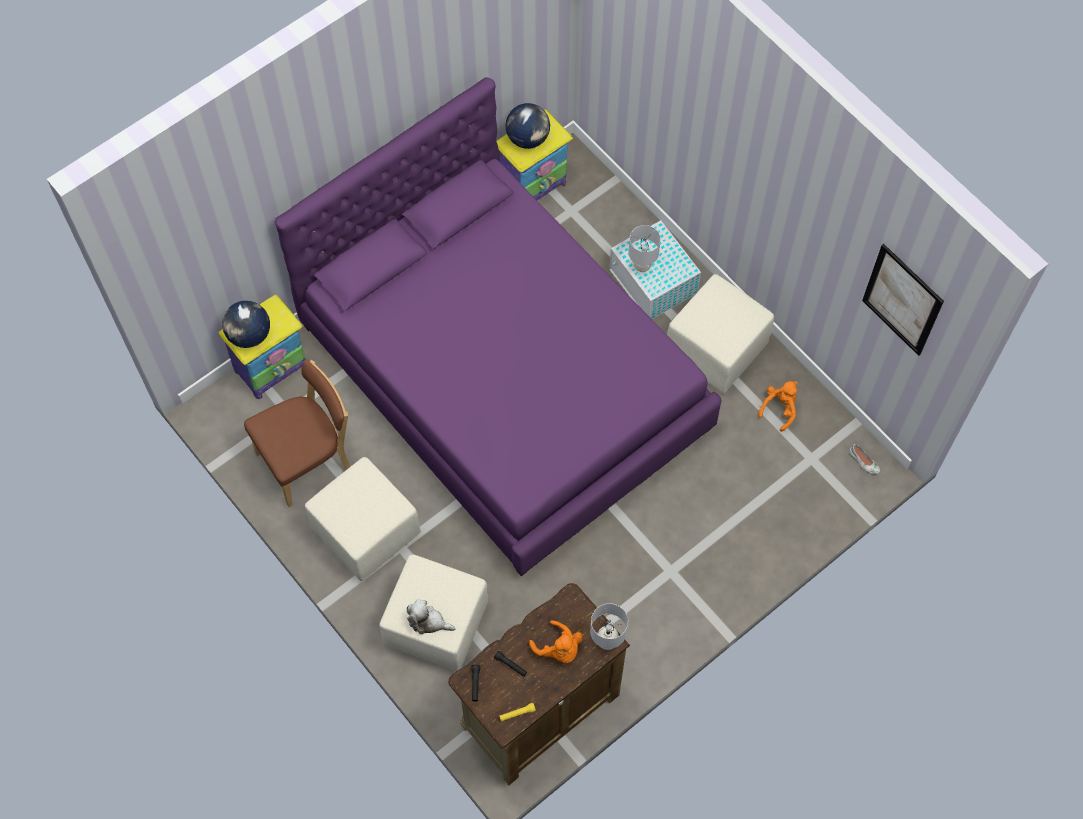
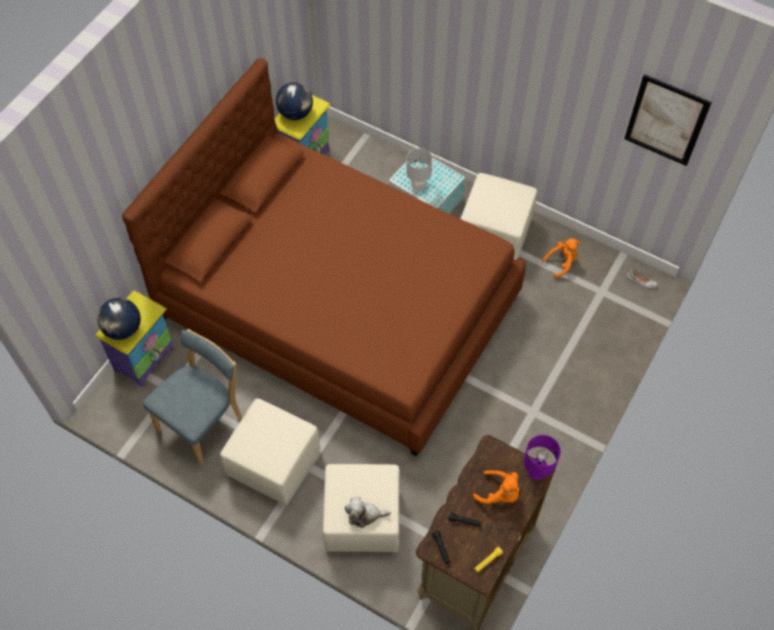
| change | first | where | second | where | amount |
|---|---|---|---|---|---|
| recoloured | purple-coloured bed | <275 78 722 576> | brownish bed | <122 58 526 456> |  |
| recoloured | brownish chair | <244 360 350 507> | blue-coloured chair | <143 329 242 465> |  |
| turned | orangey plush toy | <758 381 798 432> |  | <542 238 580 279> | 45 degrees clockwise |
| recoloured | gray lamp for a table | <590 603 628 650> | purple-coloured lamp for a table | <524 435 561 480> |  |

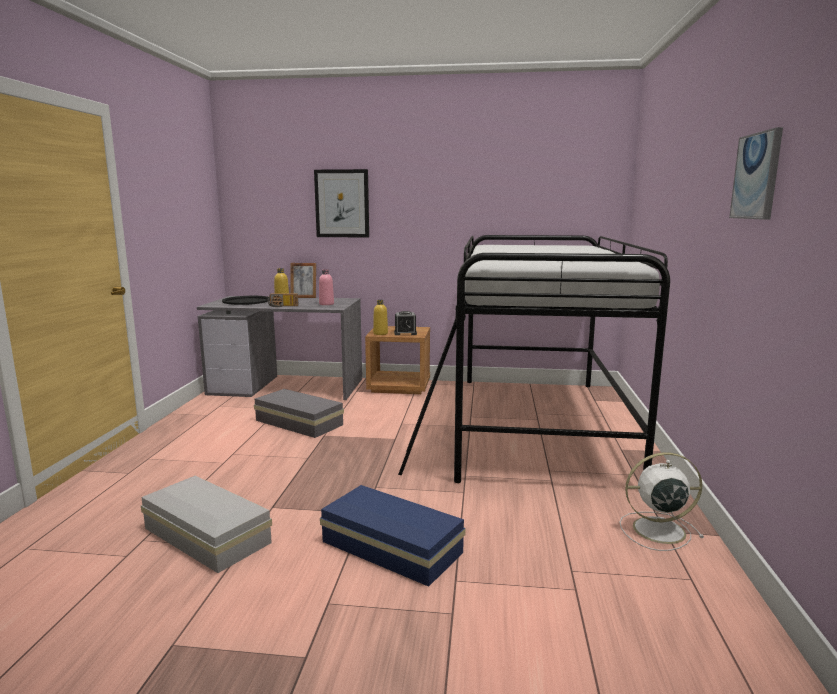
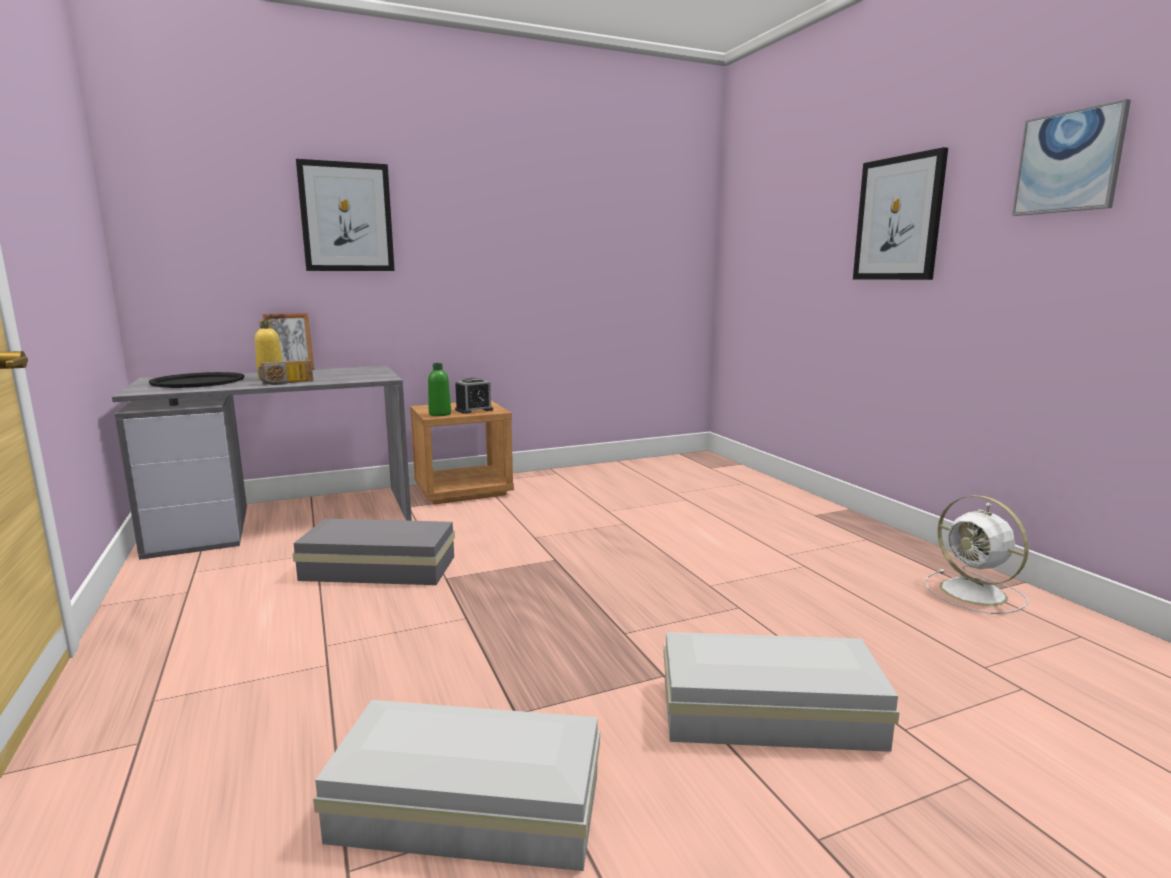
| change | first | where | second | where | amount |
|---|---|---|---|---|---|
| removed | black bed | <398 235 670 483> |  |  |  |
| removed | pink drink bottle | <319 269 334 305> |  |  |  |
| recoloured | yellowish drink bottle | <373 300 388 335> | greenish drink bottle | <428 363 451 416> |  |
| turned | white electric fan | <620 452 704 551> |  | <924 495 1029 614> | 90 degrees counterclockwise |
| recoloured | blue-coloured storage container | <320 485 466 587> | white storage container | <664 632 900 752> |  |
| added |  |  | picture | <853 147 948 280> |  |

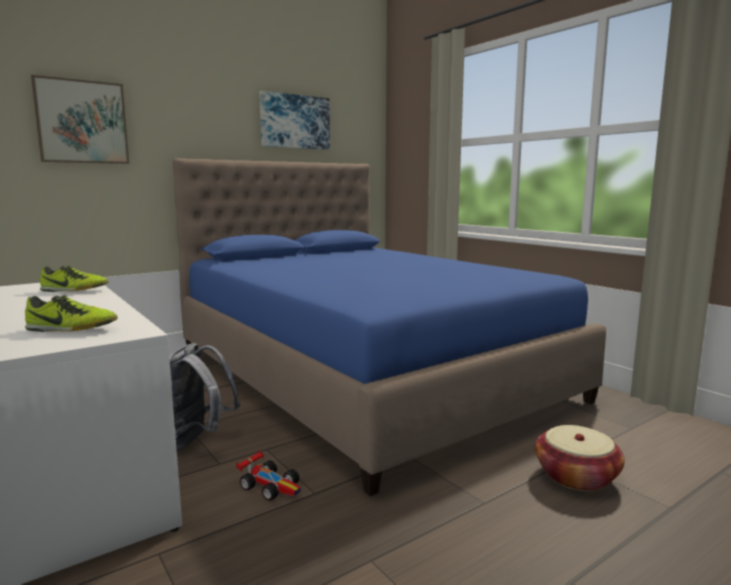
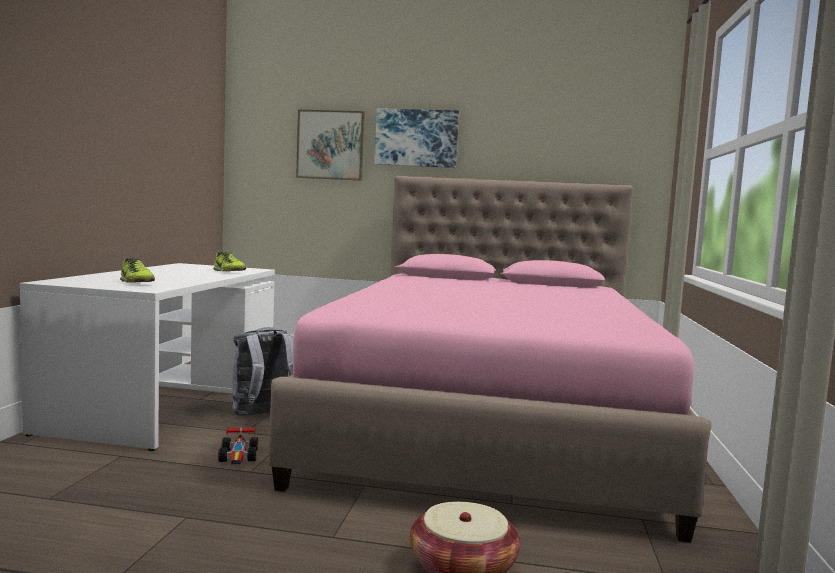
| change | first | where | second | where | amount |
|---|---|---|---|---|---|
| moved | picture | <259 91 330 149> |  | <374 108 459 168> |  |
| recoloured | blue-coloured bed | <172 158 606 496> | pink bed | <269 176 712 543> |  |

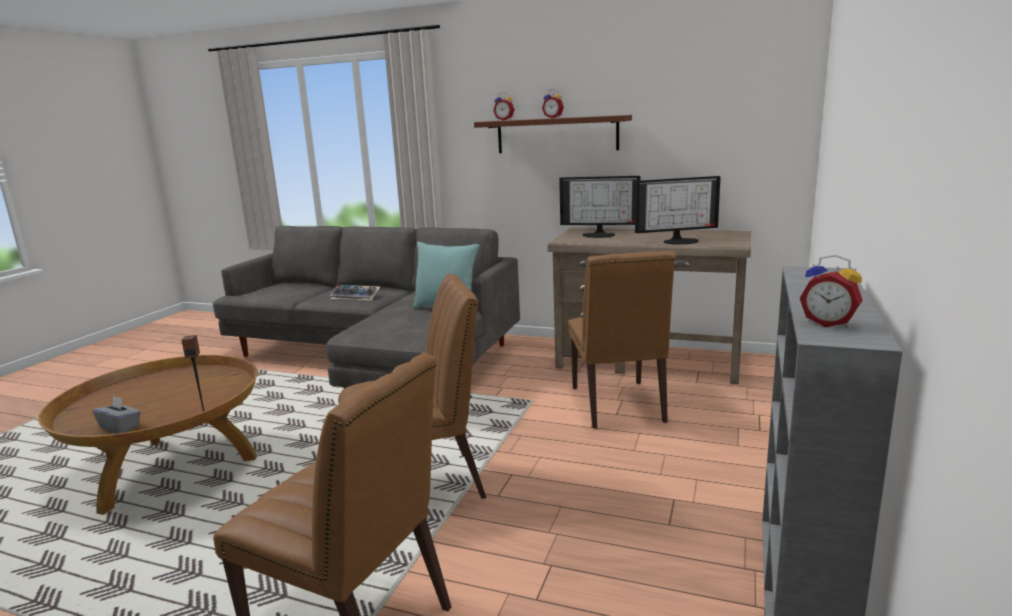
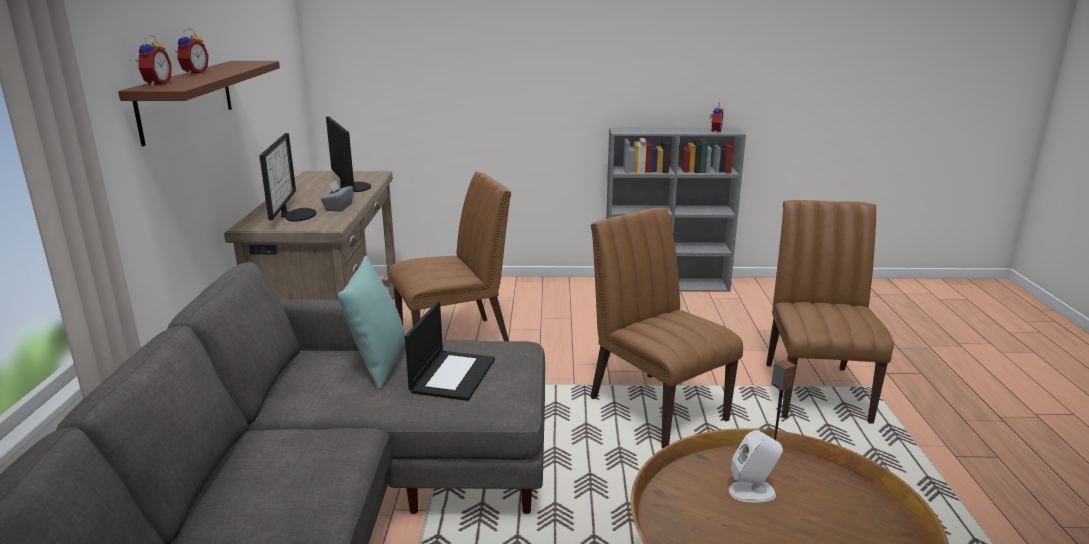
| change | first | where | second | where | amount |
|---|---|---|---|---|---|
| removed | computer keyboard | <330 285 380 300> |  |  |  |
| moved | gray box of tissues | <92 396 141 434> |  | <321 181 353 212> |  |
| added |  |  | portable computer | <405 301 495 401> |  |
| added |  |  | white audio speaker | <729 430 783 503> |  |

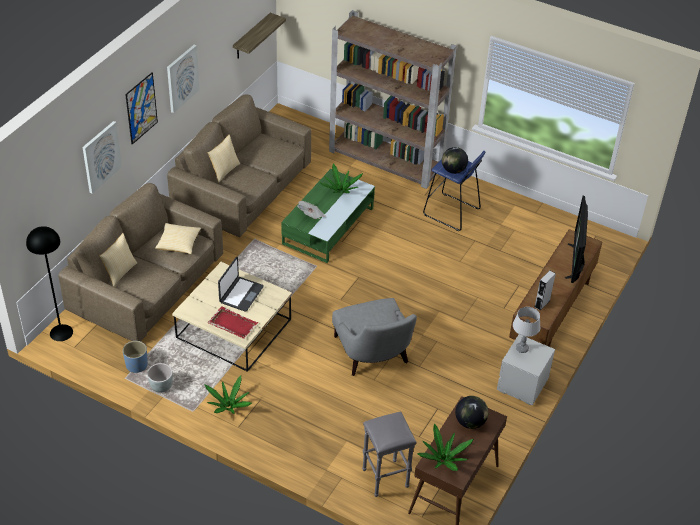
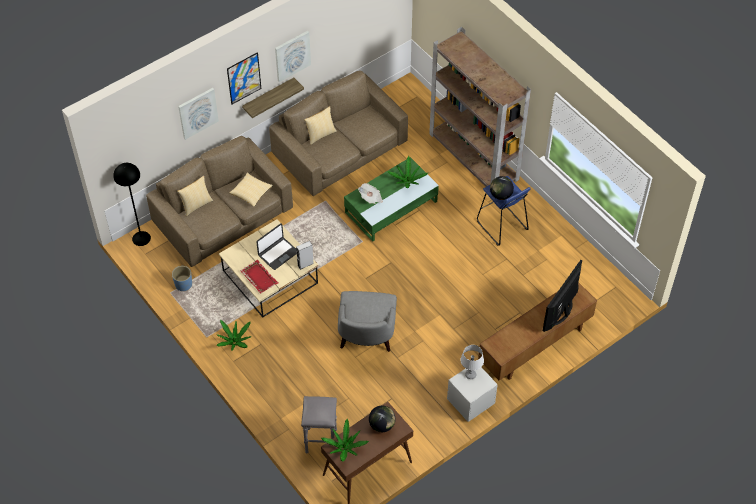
| change | first | where | second | where | amount |
|---|---|---|---|---|---|
| moved | bracket shelf | <233 13 286 58> |  | <242 78 304 118> |  |
| moved | gray audio speaker | <535 270 556 311> |  | <296 241 314 270> |  |
| removed | gray plant pot | <147 363 173 393> |  |  |  |

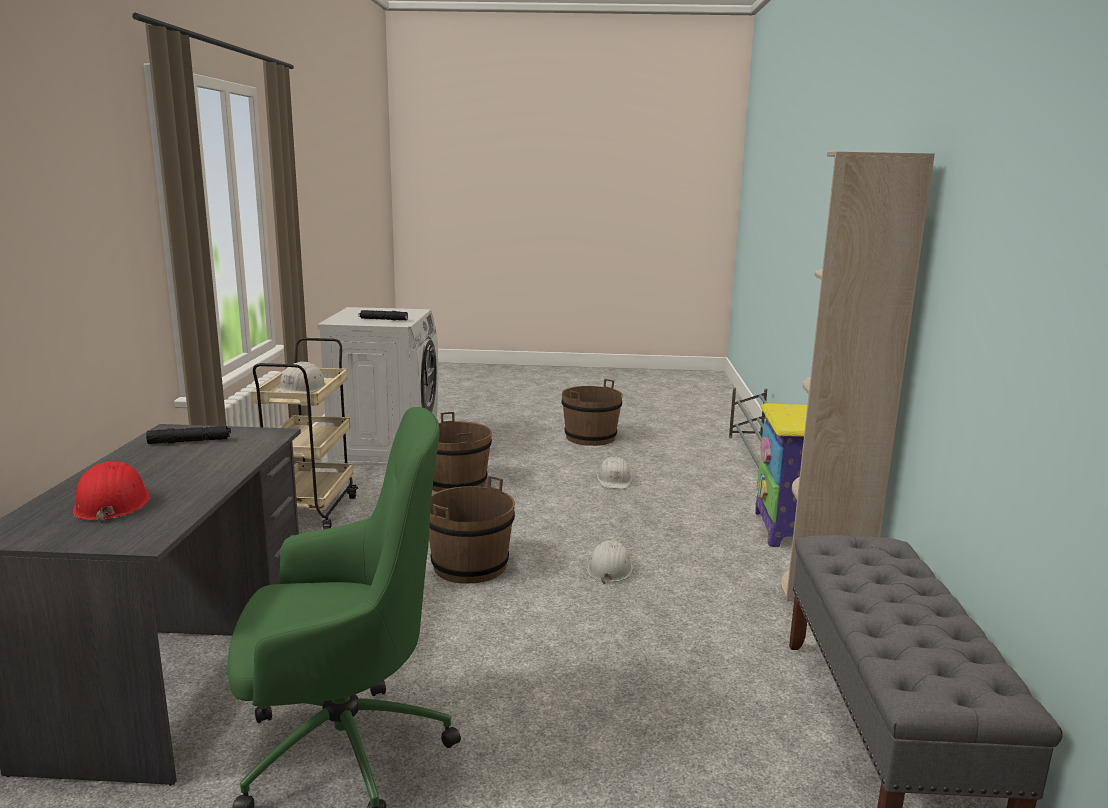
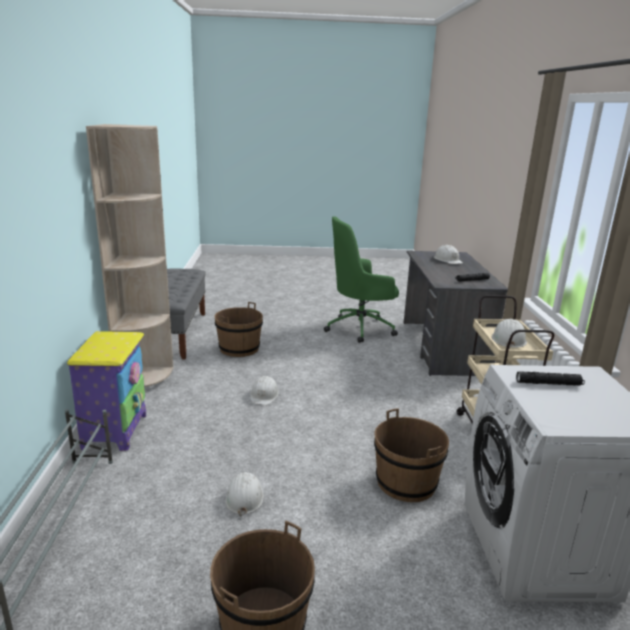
| change | first | where | second | where | amount |
|---|---|---|---|---|---|
| recoloured | red safety helmet | <73 461 150 523> | white safety helmet | <434 245 463 264> |  |
| moved | brownish pail | <429 476 515 583> |  | <214 302 263 357> |  |

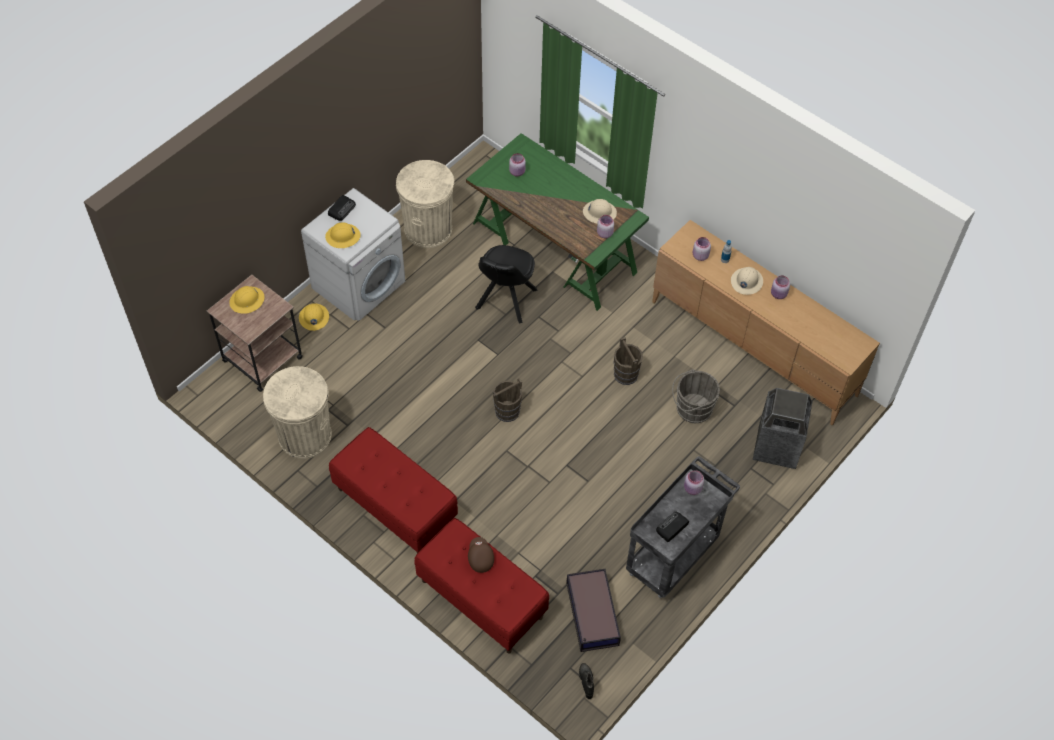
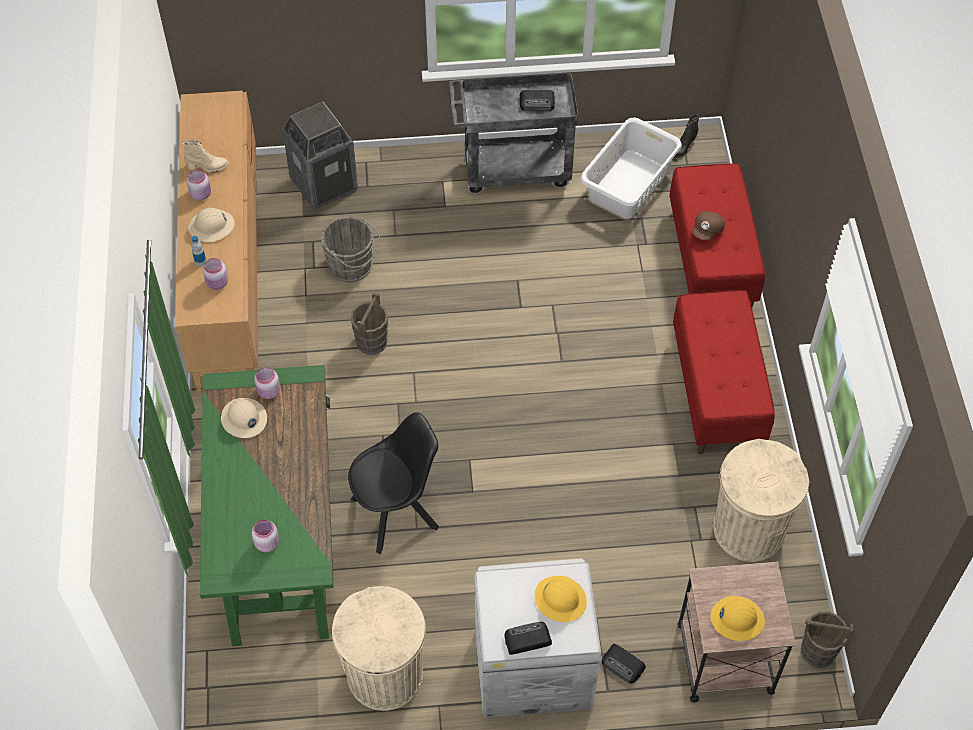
| change | first | where | second | where | amount |
|---|---|---|---|---|---|
| replaced | yellowish safety helmet | <299 304 329 331> | radio set | <602 644 646 684> |  |
| moved | brownish pail | <493 378 522 422> |  | <801 611 854 668> |  |
| removed | pink preserve jar | <684 470 704 495> |  |  |  |
| replaced | storage container | <566 569 621 652> | white hamper | <580 118 682 218> |  |
| added |  |  | sand-coloured tall boot | <182 140 229 173> |  |

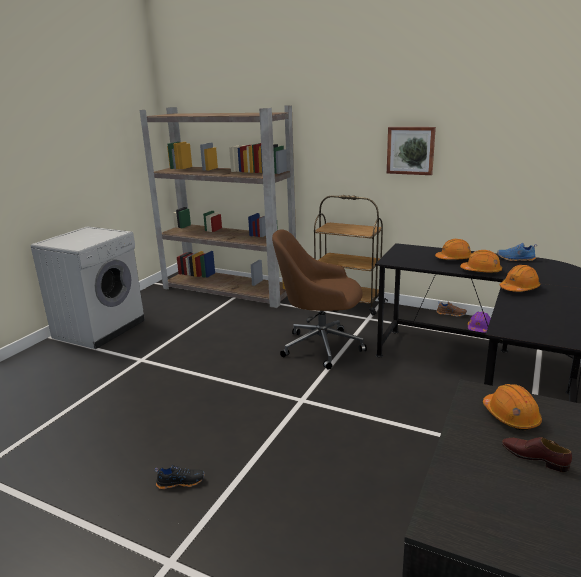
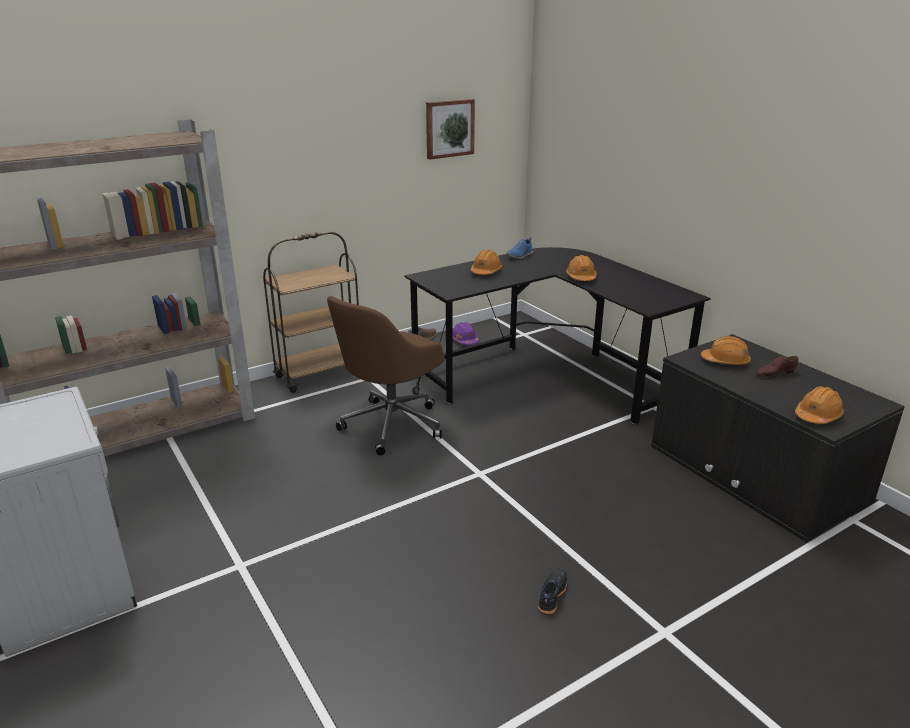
| change | first | where | second | where | amount |
|---|---|---|---|---|---|
| moved | picture | <387 127 436 175> |  | <426 99 475 160> |  |
| moved | orangey safety helmet | <460 250 502 274> |  | <795 386 844 424> |  |

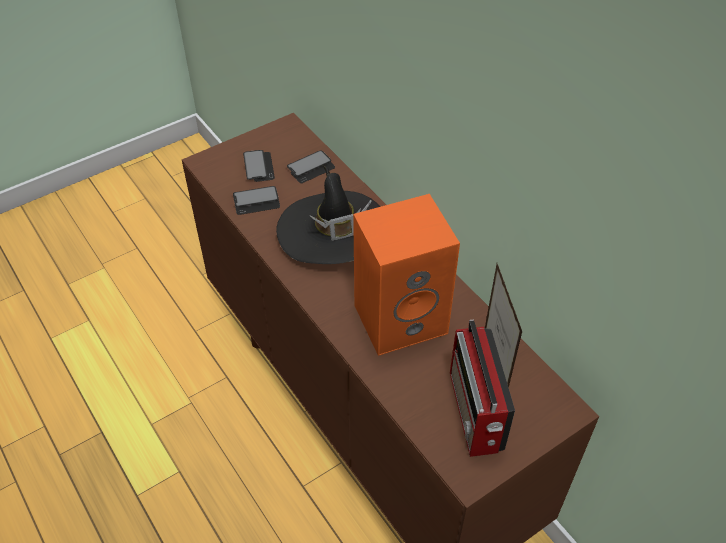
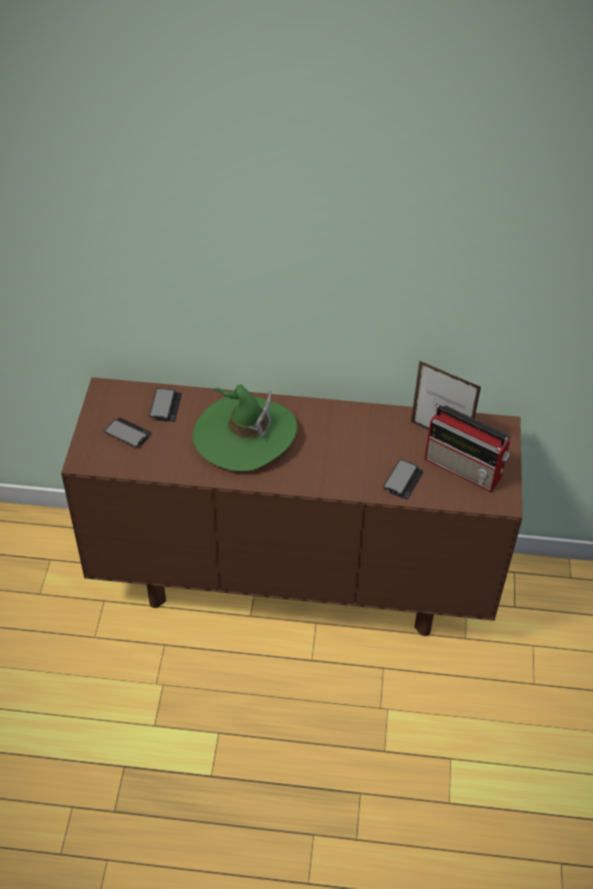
| change | first | where | second | where | amount |
|---|---|---|---|---|---|
| recoloured | black clothing hat | <276 165 380 264> | greenish clothing hat | <192 384 297 471> |  |
| moved | telephone | <233 186 280 215> |  | <383 459 424 500> |  |
| removed | orangey audio speaker | <353 194 460 356> |  |  |  |

